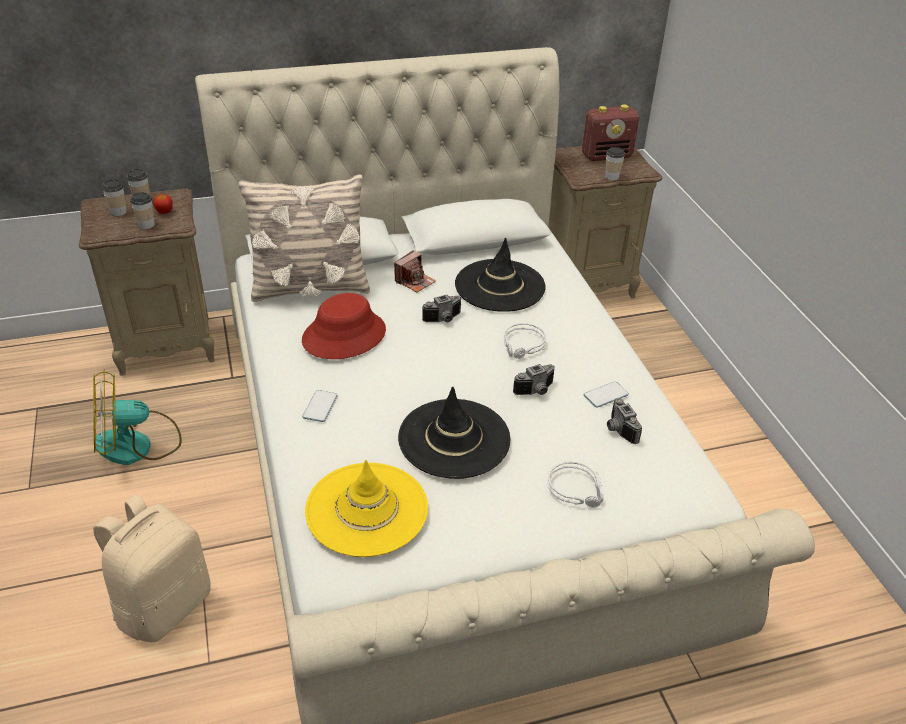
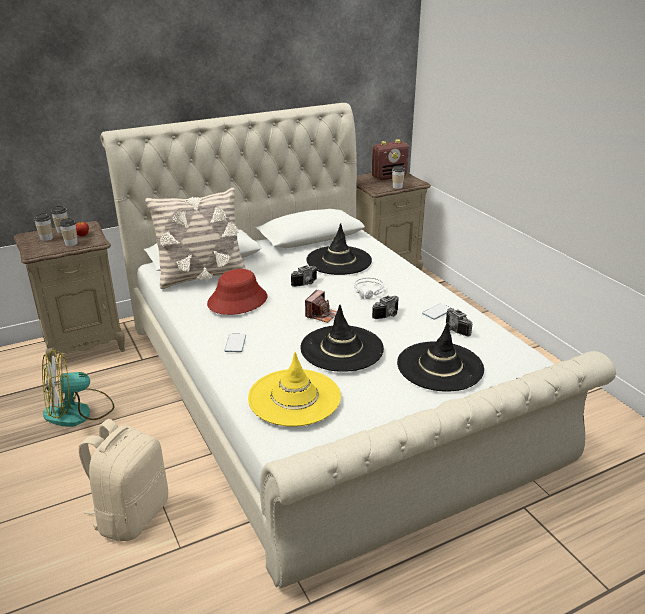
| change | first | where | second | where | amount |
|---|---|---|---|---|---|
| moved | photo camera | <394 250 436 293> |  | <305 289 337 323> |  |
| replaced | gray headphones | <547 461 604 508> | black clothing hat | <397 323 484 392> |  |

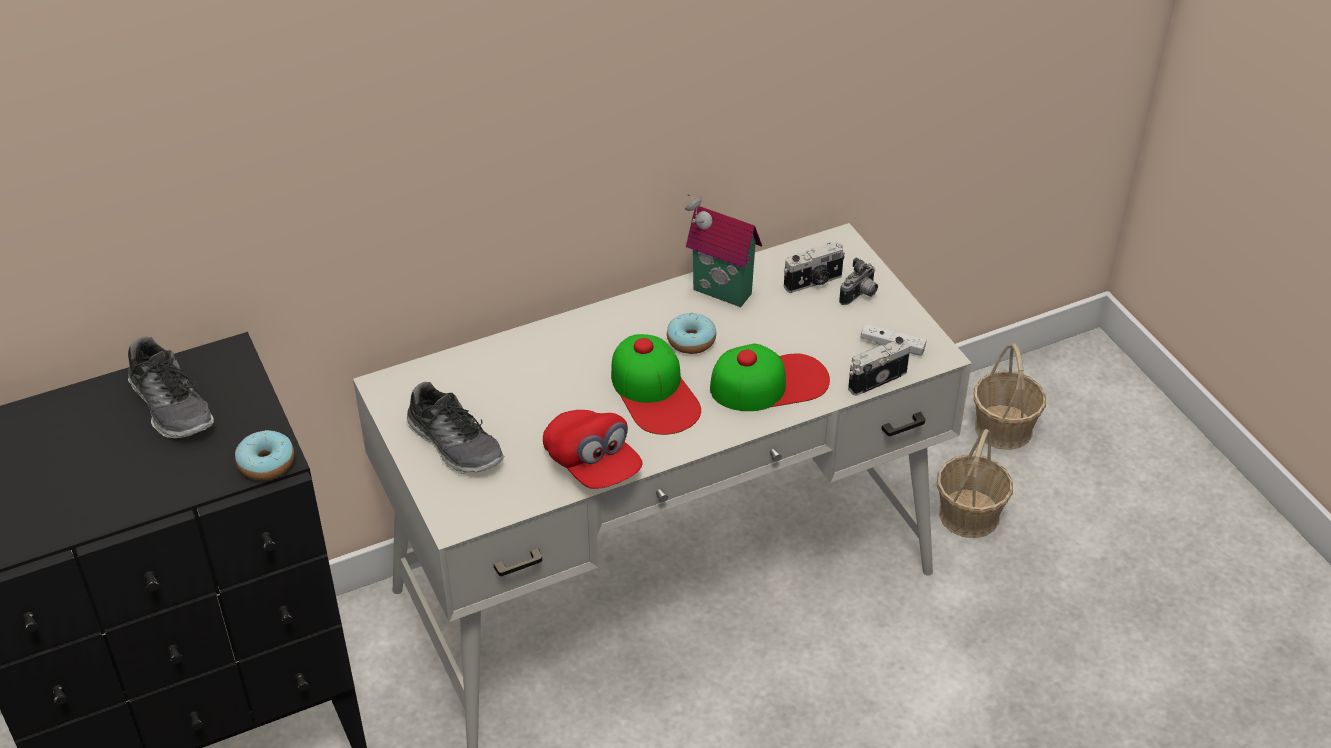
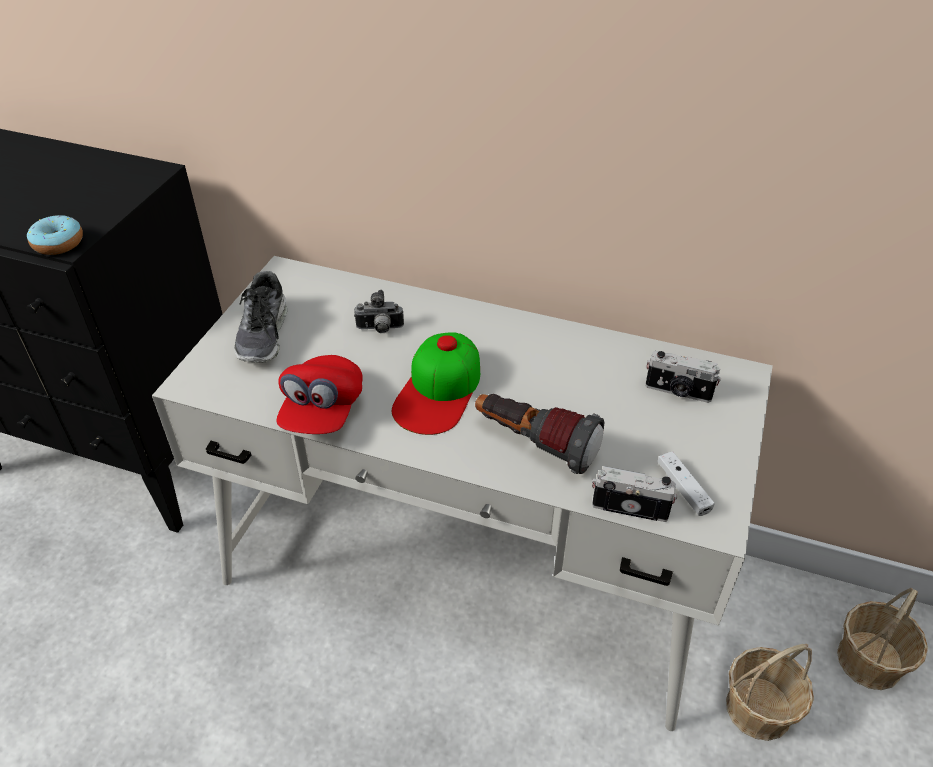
| change | first | where | second | where | amount |
|---|---|---|---|---|---|
| removed | toy house | <685 194 762 307> |  |  |  |
| moved | photo camera | <839 257 878 305> |  | <354 290 404 333> |  |
| removed | ring doughnut | <667 312 716 354> |  |  |  |
| removed | item of footwear | <128 336 214 438> |  |  |  |
| replaced | peaked cap | <710 344 830 411> | torch | <475 394 604 474> |  |

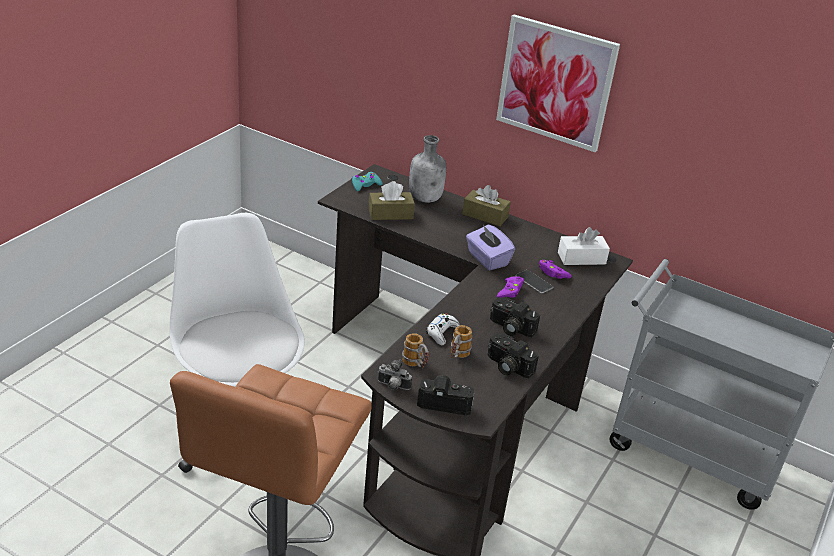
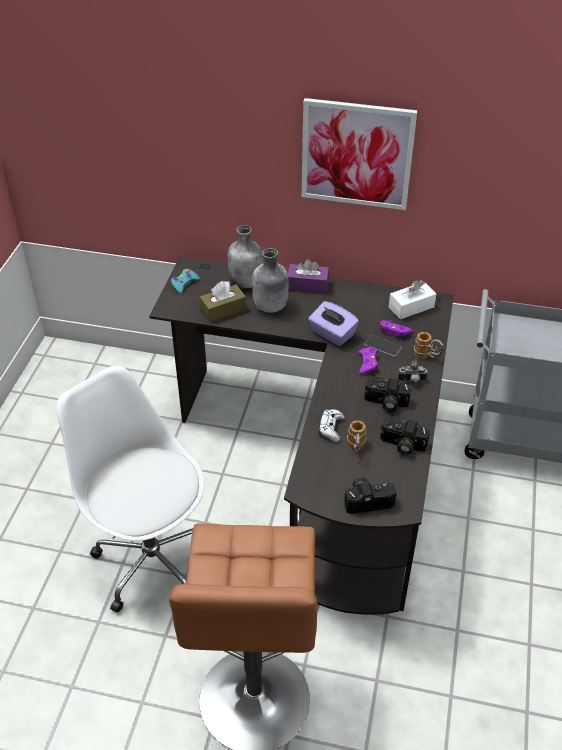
| change | first | where | second | where | amount |
|---|---|---|---|---|---|
| recoloured | brownish box of tissues | <462 185 511 226> | purple-coloured box of tissues | <288 259 329 294> |  |
| moved | coffee mug | <402 333 429 369> |  | <414 332 445 359> |  |
| moved | photo camera | <378 360 412 390> |  | <398 359 428 385> |  |
| added |  |  | gray drink bottle | <252 248 289 313> |  |

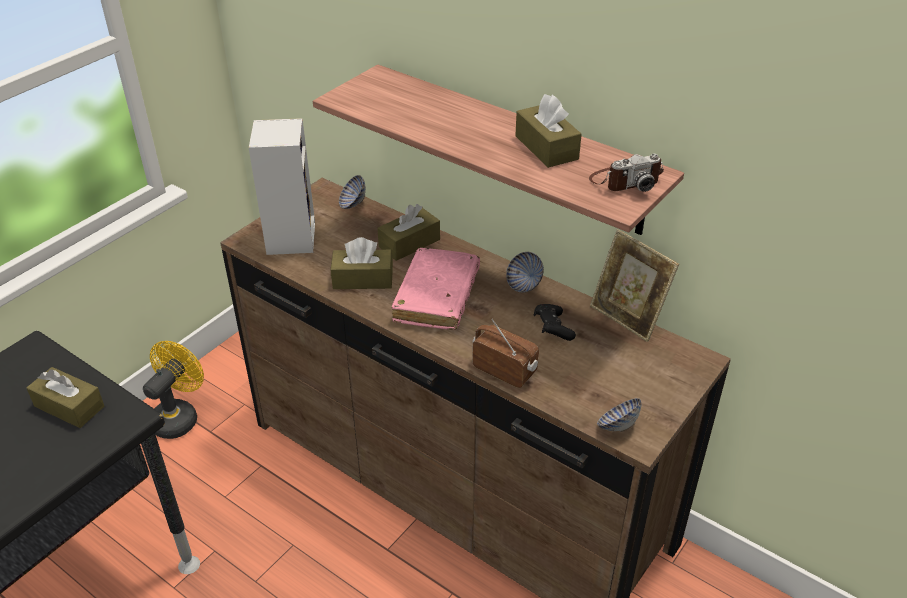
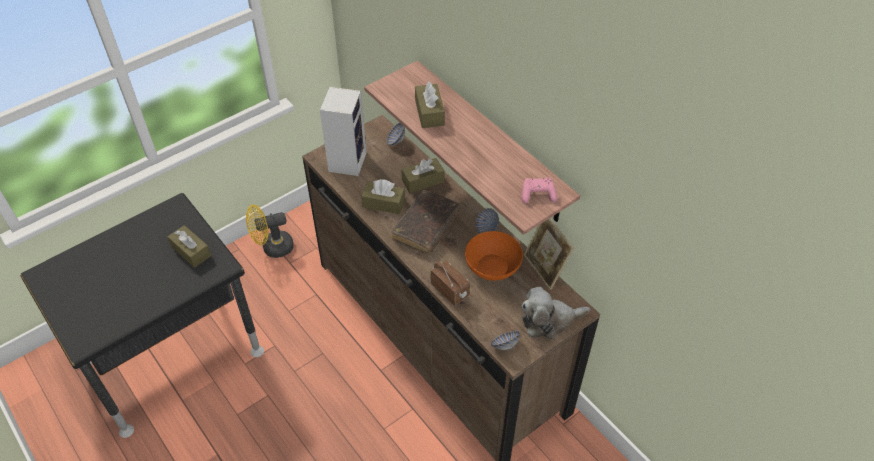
| change | first | where | second | where | amount |
|---|---|---|---|---|---|
| moved | brownish box of tissues | <515 94 582 168> |  | <415 82 445 128> |  |
| replaced | photo camera | <589 154 664 192> | pink game controller | <521 177 557 203> |  |
| recoloured | pink bound book | <392 248 480 330> | brownish bound book | <391 190 461 255> |  |
| replaced | black game controller | <534 304 576 341> | orangey deep dish | <465 231 523 281> |  |
| turned | yellowish electric fan | <143 341 204 439> |  | <246 205 294 258> | 150 degrees counterclockwise |
| added |  |  | plush toy | <521 287 590 339> |  |

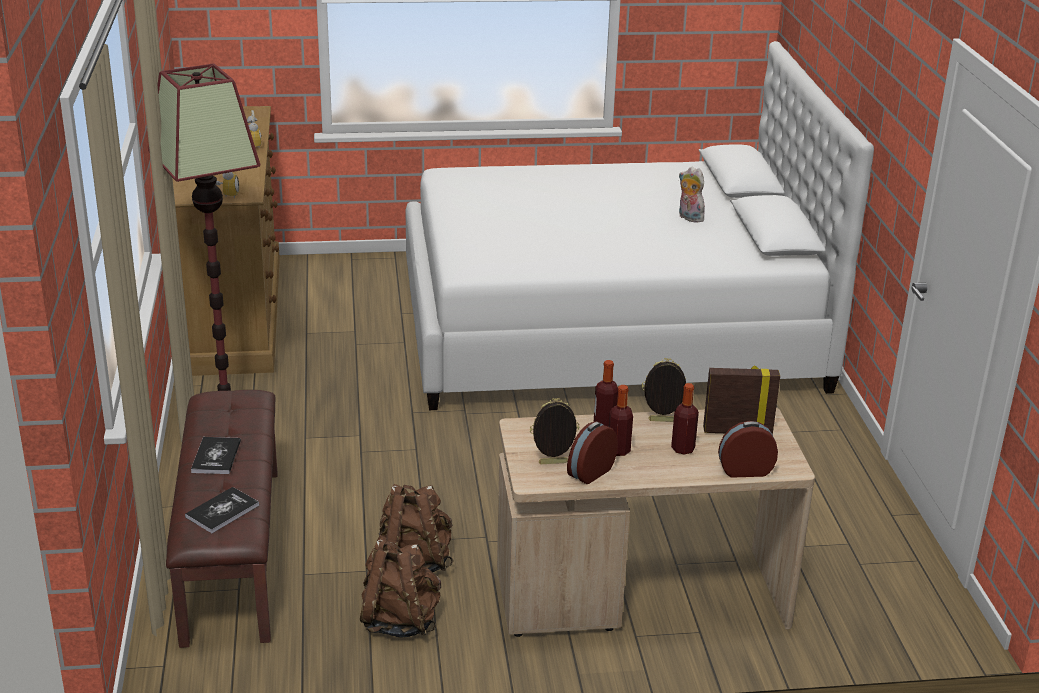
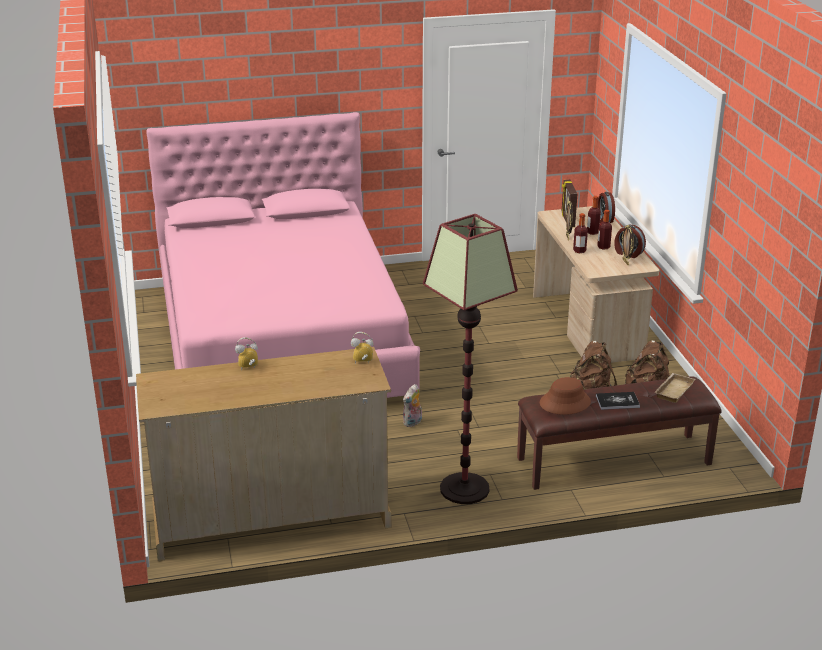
| change | first | where | second | where | amount |
|---|---|---|---|---|---|
| recoloured | white bed | <406 41 874 410> | pink bed | <146 112 420 398> |  |
| moved | plush toy | <678 167 705 223> |  | <403 384 422 427> |  |
| replaced | bound book | <185 487 259 533> | sand-coloured serving tray | <654 373 695 403> |  |
| added |  |  | brownish clothing hat | <540 377 591 415> |  |

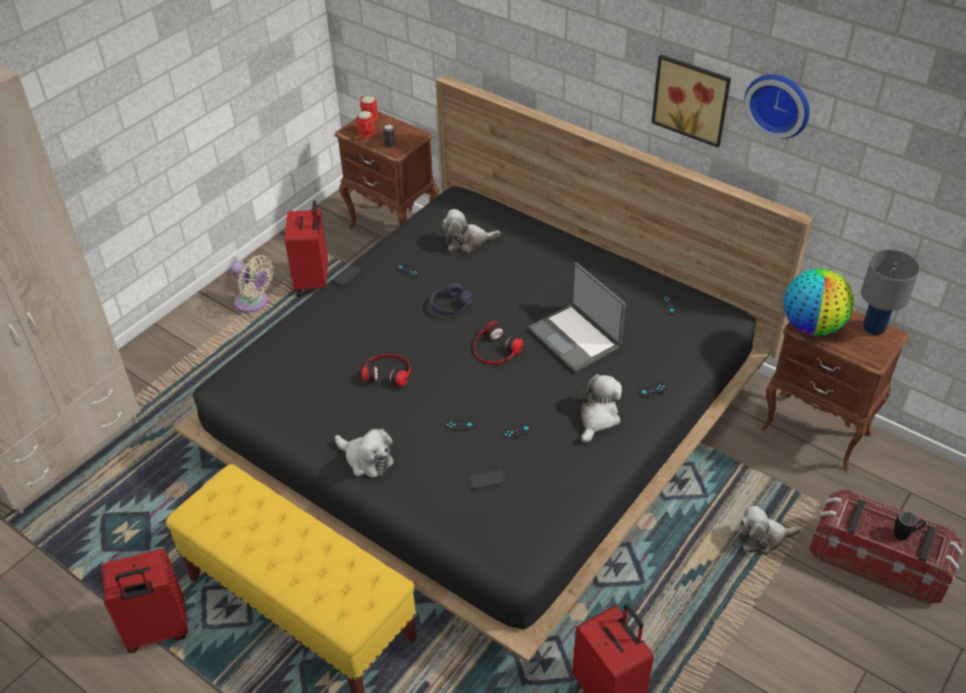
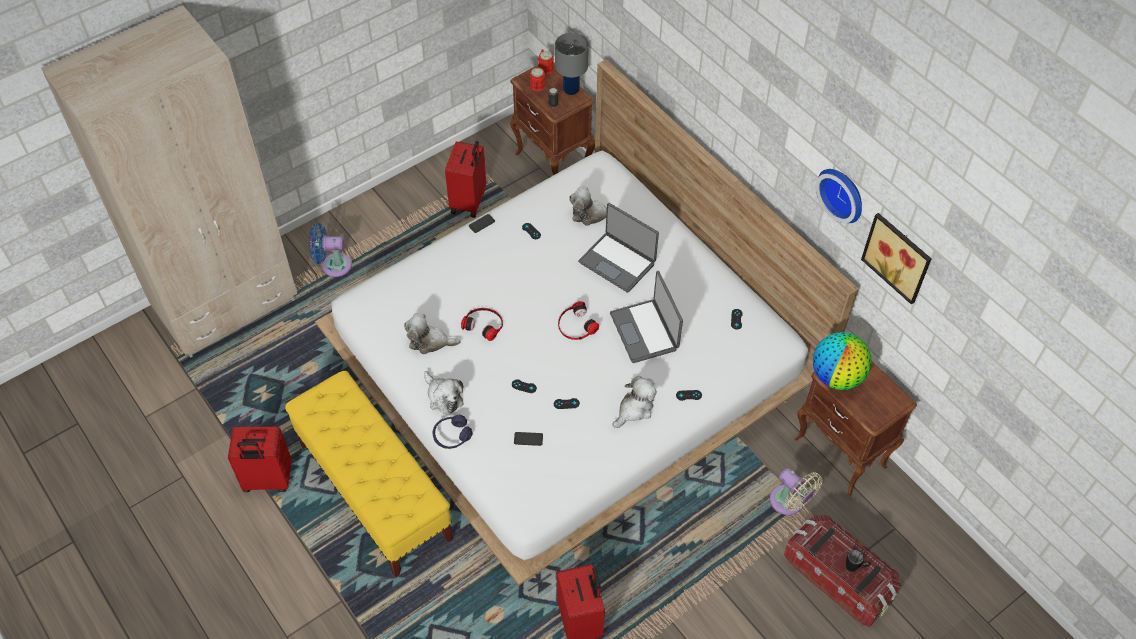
| change | first | where | second | where | amount |
|---|---|---|---|---|---|
| moved | picture | <652 55 731 148> |  | <861 213 932 305> |  |
| recoloured | black bed | <174 75 813 663> | white bed | <315 59 858 586> |  |
| moved | gray lamp for a table | <861 249 920 335> |  | <555 33 589 95> |  |
| moved | sand-coloured electric fan | <231 255 274 313> |  | <770 468 823 515> |  |
| moved | purple-coloured headphones | <430 282 473 315> |  | <433 415 473 449> |  |
| moved | plush toy | <738 506 802 555> |  | <404 313 460 354> |  |
| added |  |  | portable computer | <578 203 659 293> |  |
| added |  |  | blue-coloured electric fan | <309 223 352 277> |  |

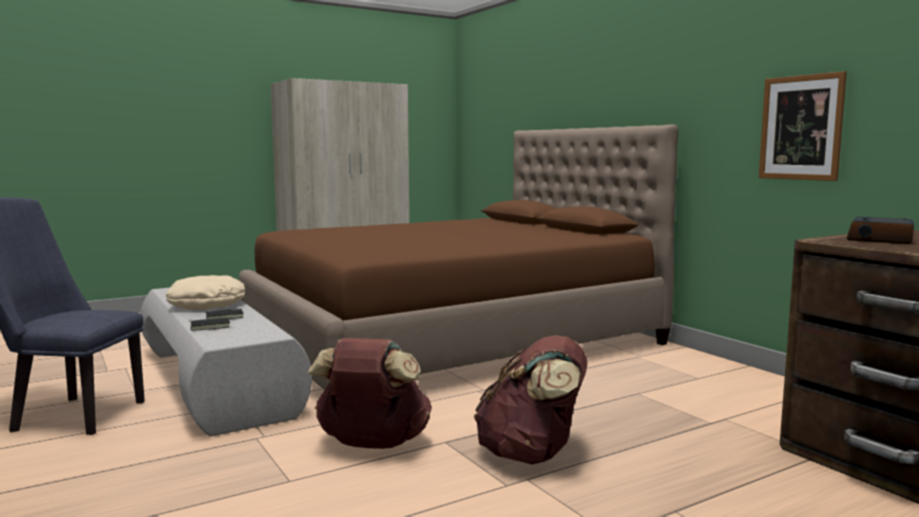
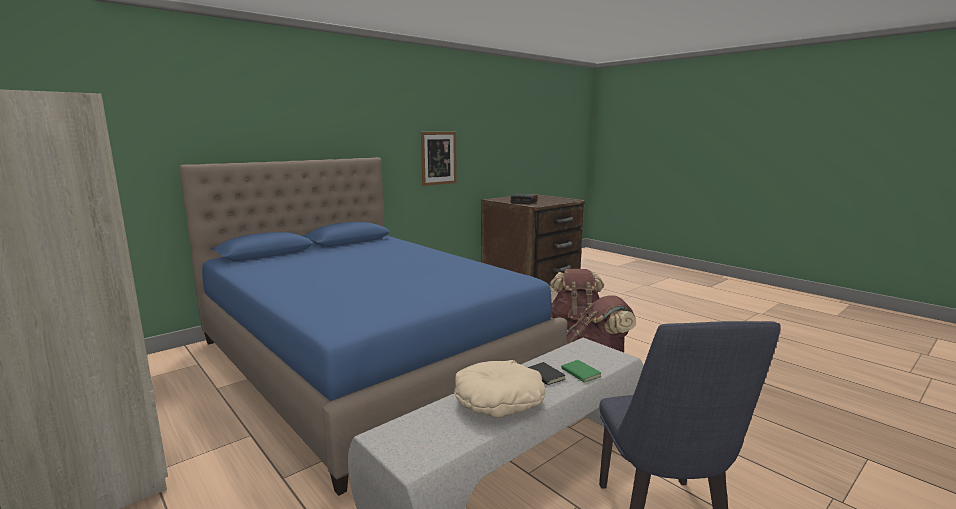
| change | first | where | second | where | amount |
|---|---|---|---|---|---|
| recoloured | brownish bed | <239 124 679 390> | blue-coloured bed | <179 157 567 496> |  |
| recoloured | black bound book | <189 318 230 331> | greenish bound book | <561 360 601 382> |  |

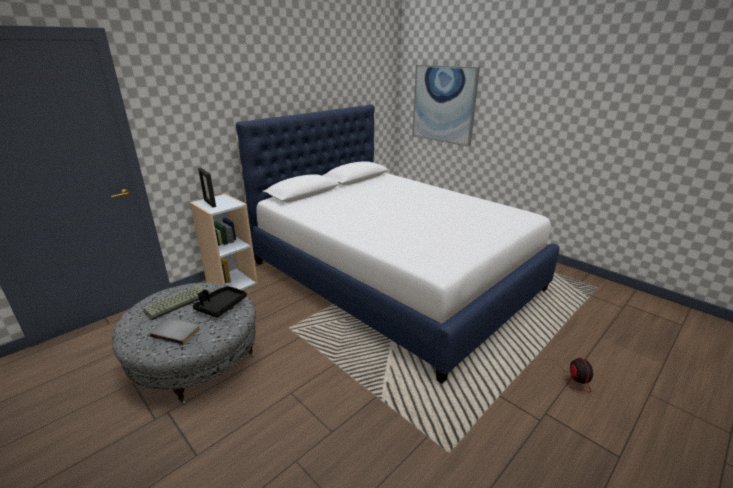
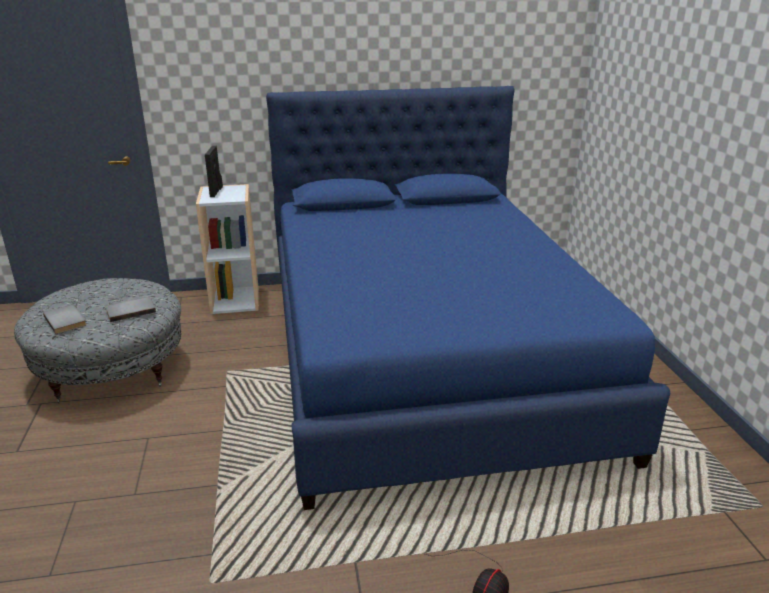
| change | first | where | second | where | amount |
|---|---|---|---|---|---|
| removed | picture | <412 65 480 147> |  |  |  |
| recoloured | white bed | <236 105 559 383> | blue-coloured bed | <266 86 670 510> |  |
| removed | computer keyboard | <143 285 211 320> |  |  |  |
| replaced | black serving tray | <193 286 247 318> | gray bound book | <105 297 156 322> |  |

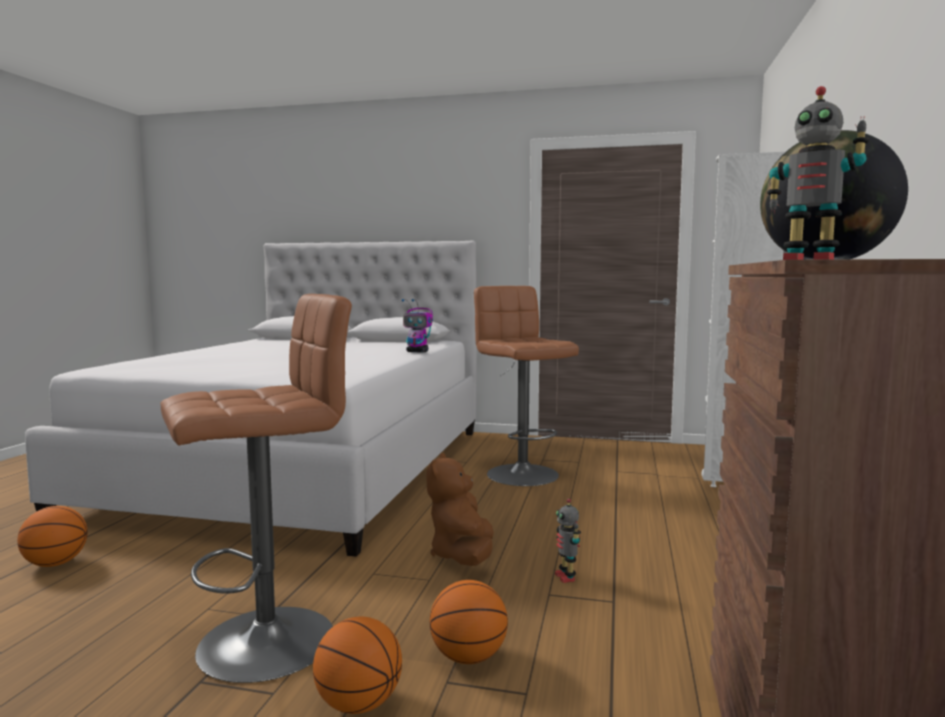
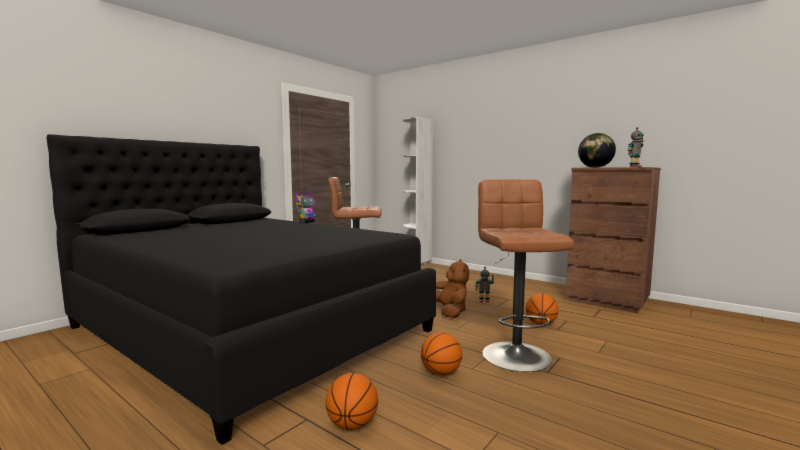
| change | first | where | second | where | amount |
|---|---|---|---|---|---|
| recoloured | white bed | <25 241 477 557> | black bed | <47 134 436 445> |  |
| turned | brownish plush toy | <426 453 494 566> |  | <436 259 469 318> | 135 degrees counterclockwise |
| moved | basketball ball | <313 617 402 714> |  | <421 332 462 376> |  |

